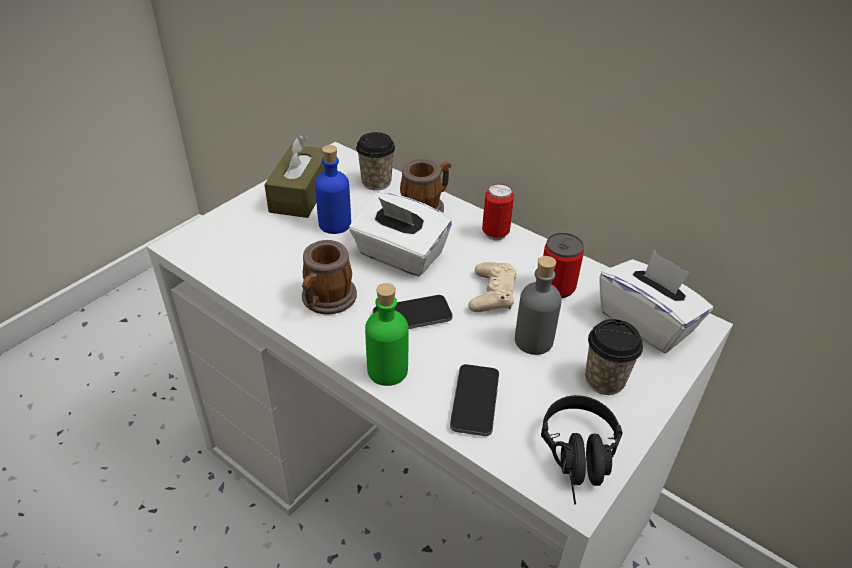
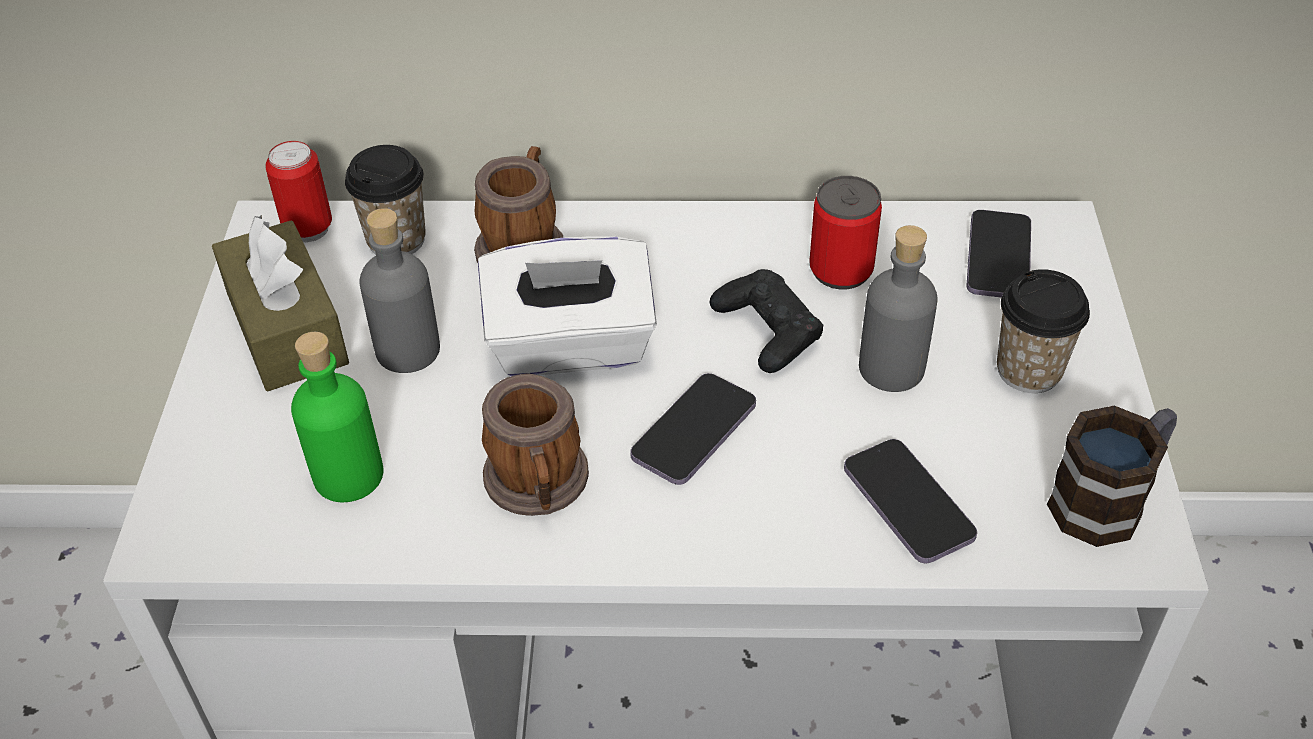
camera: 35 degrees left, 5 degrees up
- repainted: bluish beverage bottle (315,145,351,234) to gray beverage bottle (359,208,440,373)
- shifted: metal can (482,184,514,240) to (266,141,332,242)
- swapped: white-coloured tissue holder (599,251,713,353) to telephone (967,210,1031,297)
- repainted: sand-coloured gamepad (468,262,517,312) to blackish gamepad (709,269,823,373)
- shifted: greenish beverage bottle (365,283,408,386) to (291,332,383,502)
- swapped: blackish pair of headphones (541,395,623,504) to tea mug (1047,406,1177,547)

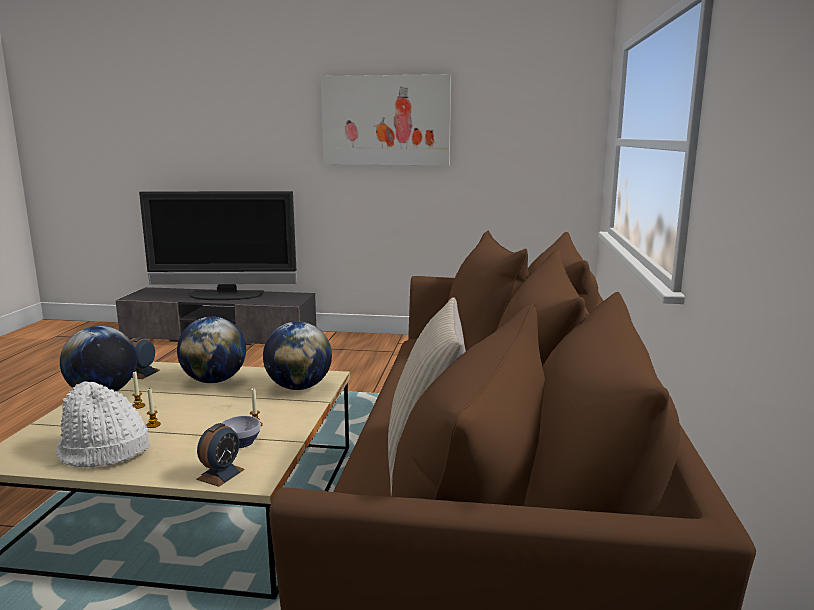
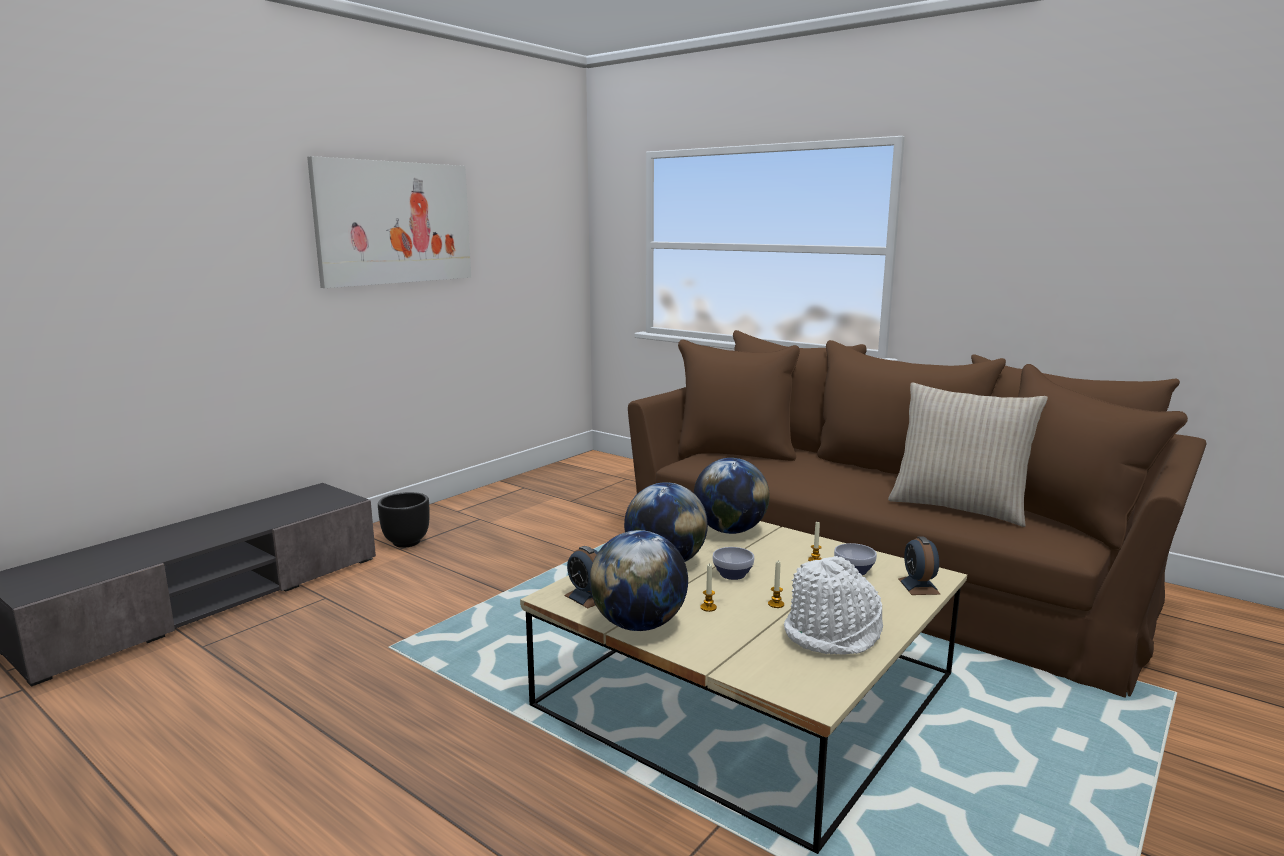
camera: 60 degrees left, 0 degrees up
- gone: TV (139,191,297,300)
- rotated: bedside clock (196,423,245,487) = (898,536,940,595) 150 degrees counterclockwise
- new: blackish flower pot (378,492,430,548)
- new: deep dish (712,547,754,580)

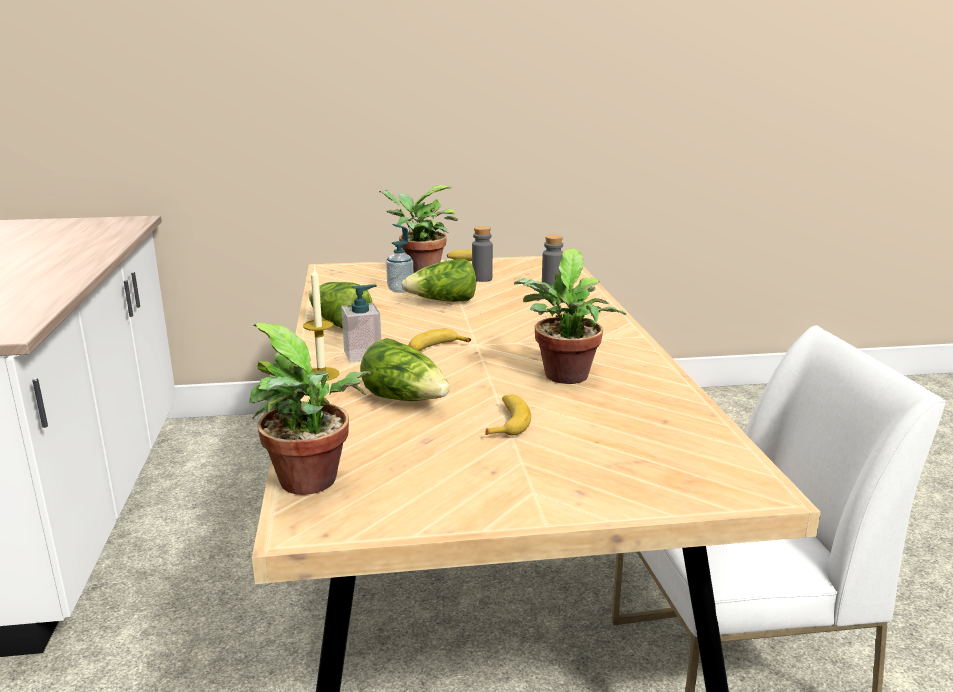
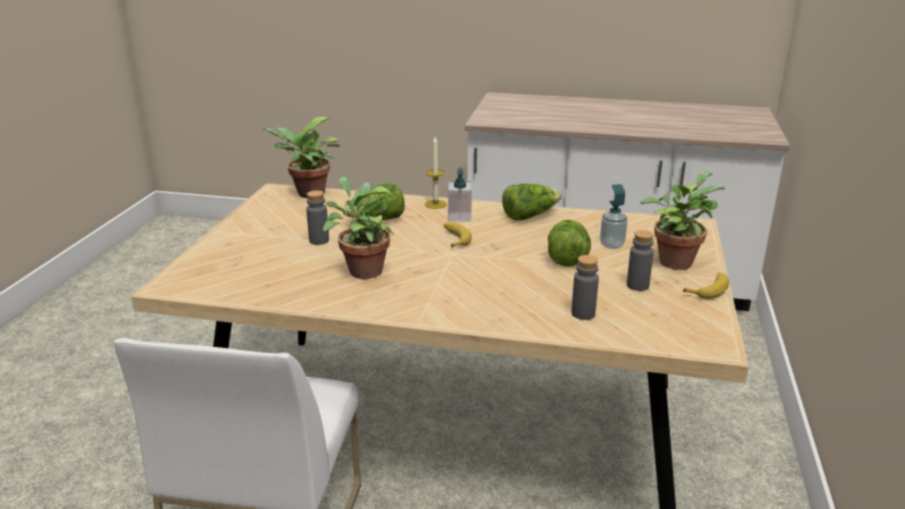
camera: 110 degrees right, 5 degrees up
- swapped: whole banana (485,395,531,436) to gray beverage bottle (306,190,329,245)

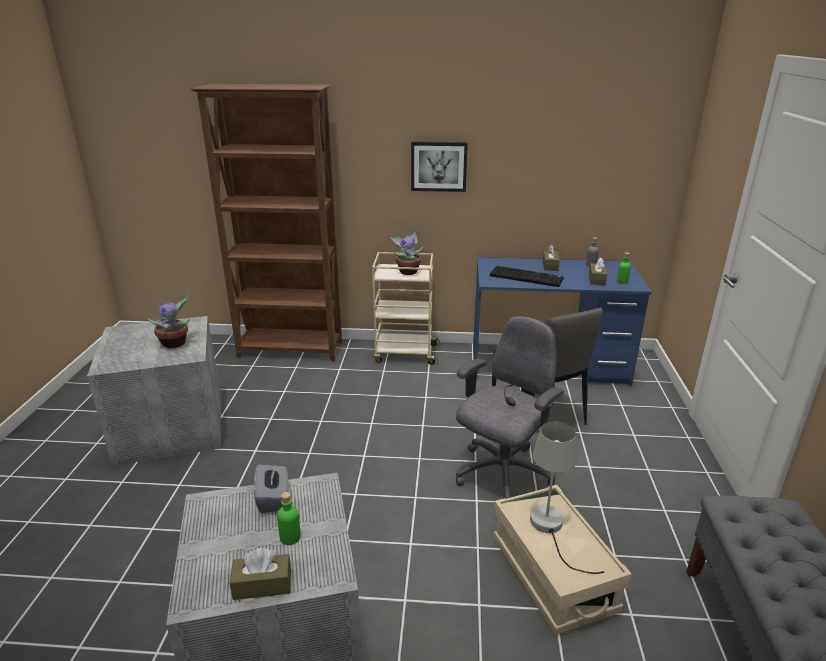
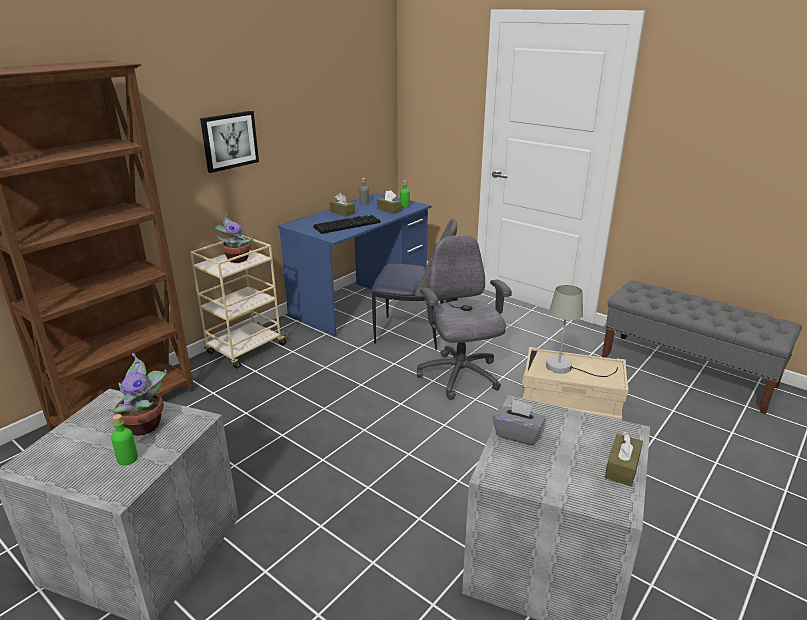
camera: 55 degrees left, 0 degrees up
- shifted: greenish beverage bottle (277,492,301,545) to (111,414,138,465)

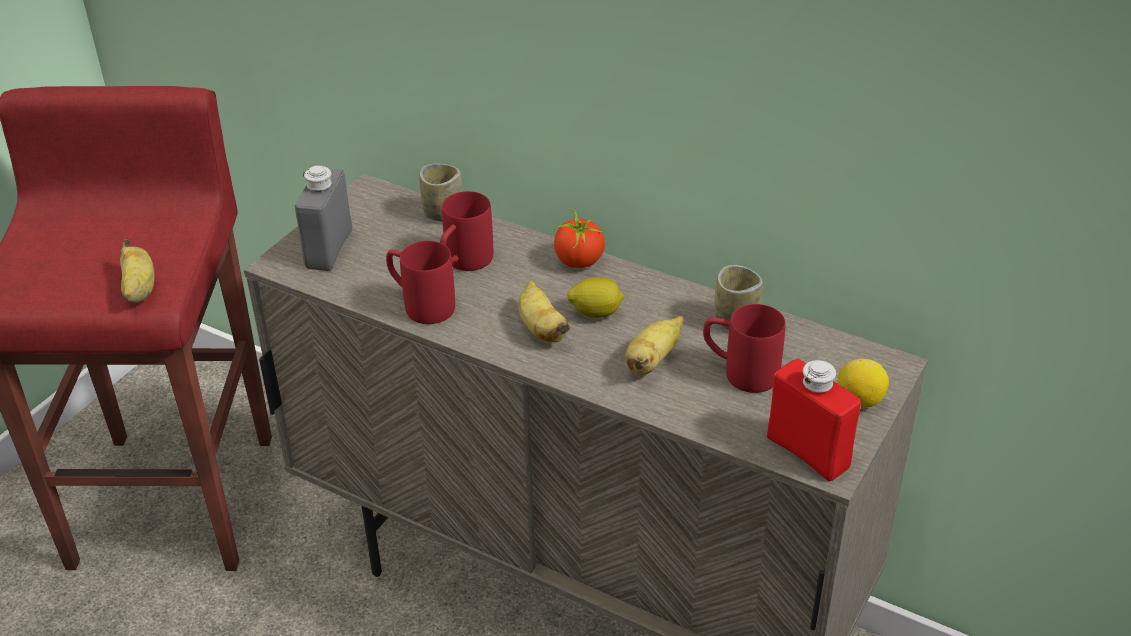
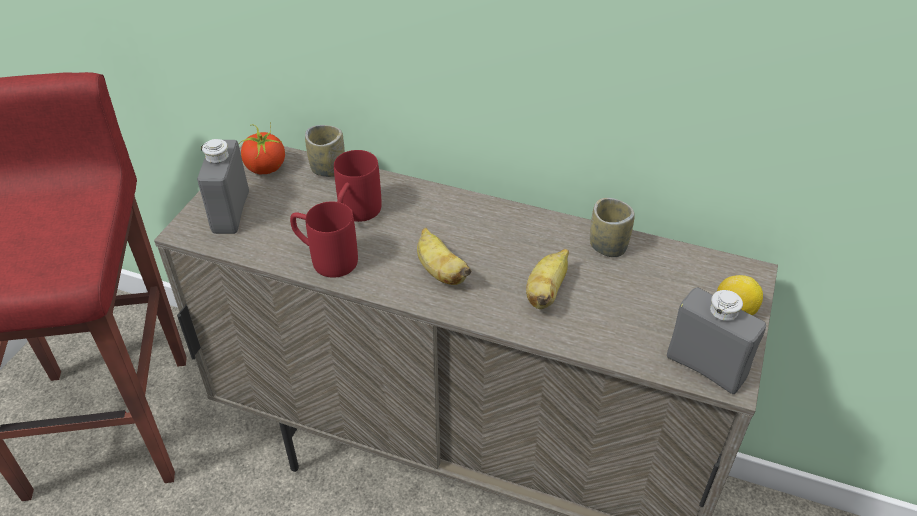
camera: 10 degrees left, 5 degrees up
- shifted: fresh tomato (553,208,605,268) to (238,122,285,174)
- gone: whole banana (120,239,155,303)
- gone: lemon (567,277,624,318)
- gone: red tea mug (703,304,785,393)
- repainted: red beverage bottle (767,359,861,481) to gray beverage bottle (667,287,766,394)

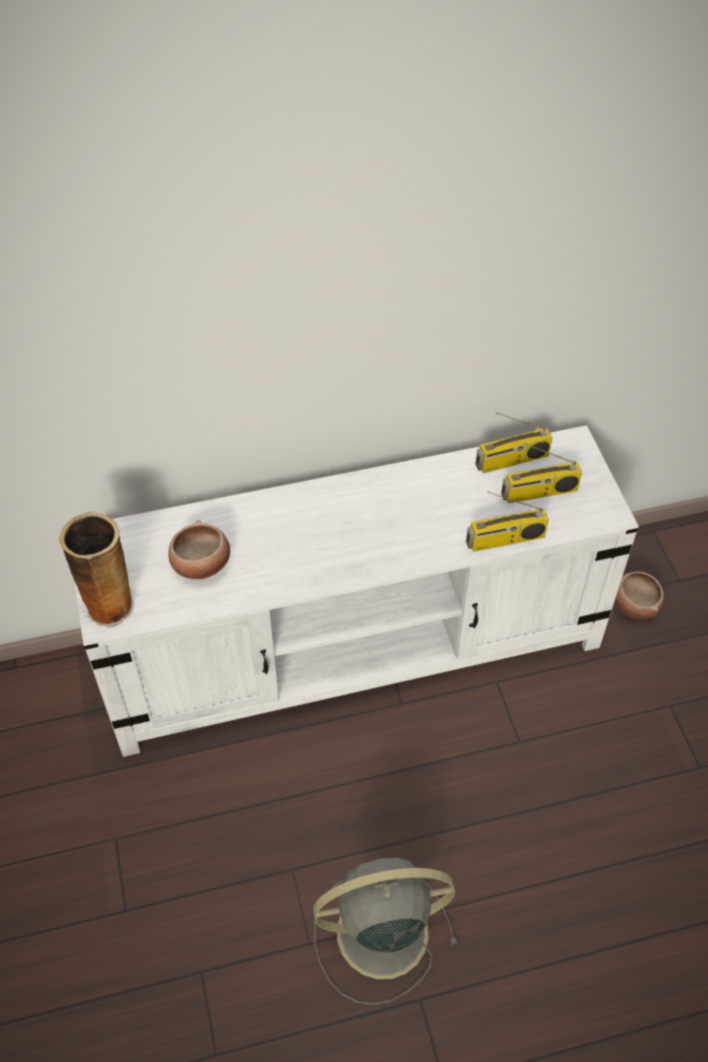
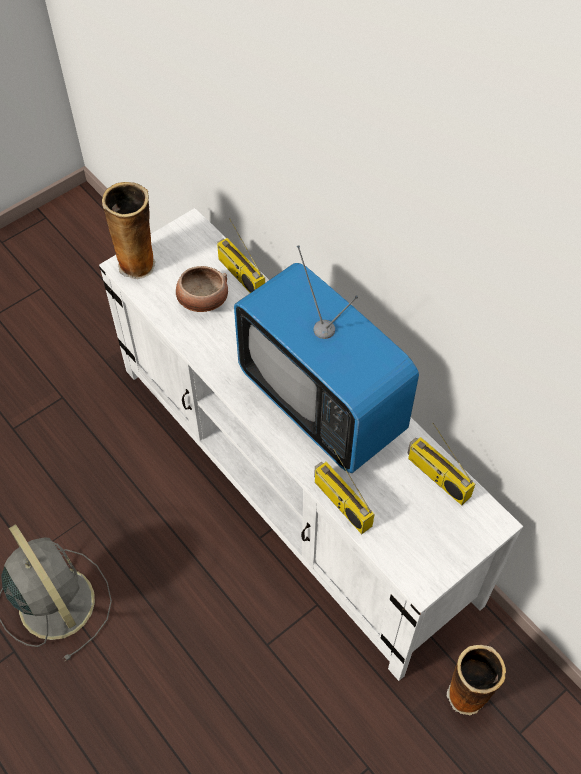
camera: 65 degrees right, 5 degrees up
- shifted: radio (501,443,582,503) to (217,218,265,293)
- swapped: deep dish (615,571,664,619) to vase (447,645,506,716)
- new: TV (234,245,419,473)

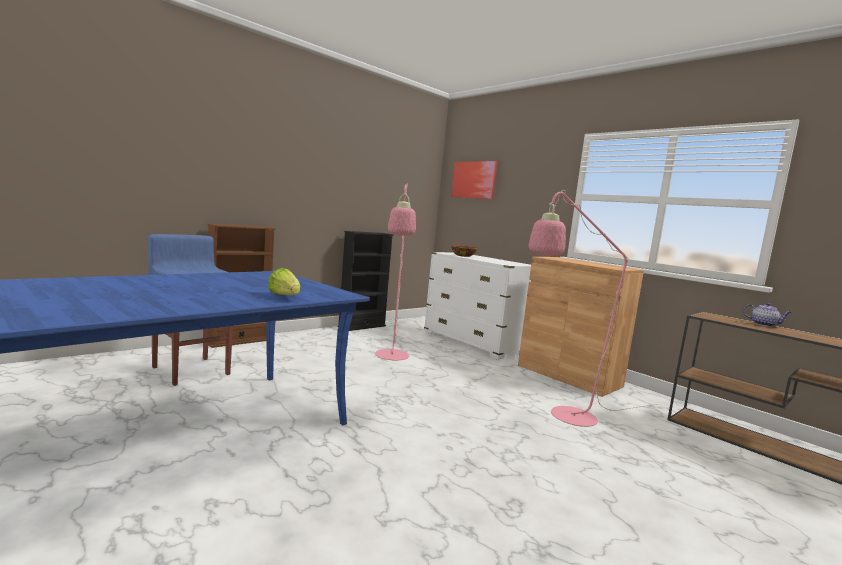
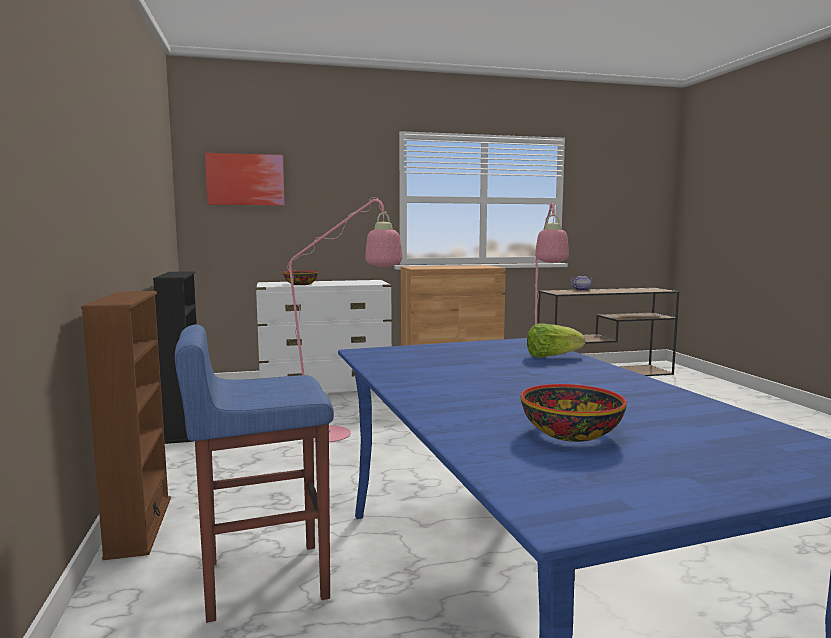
camera: 60 degrees left, 0 degrees up
- new: deep dish (521,384,627,442)

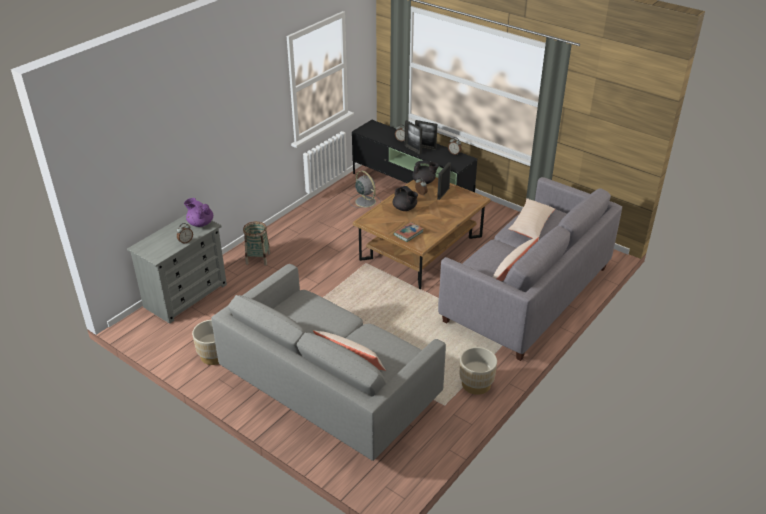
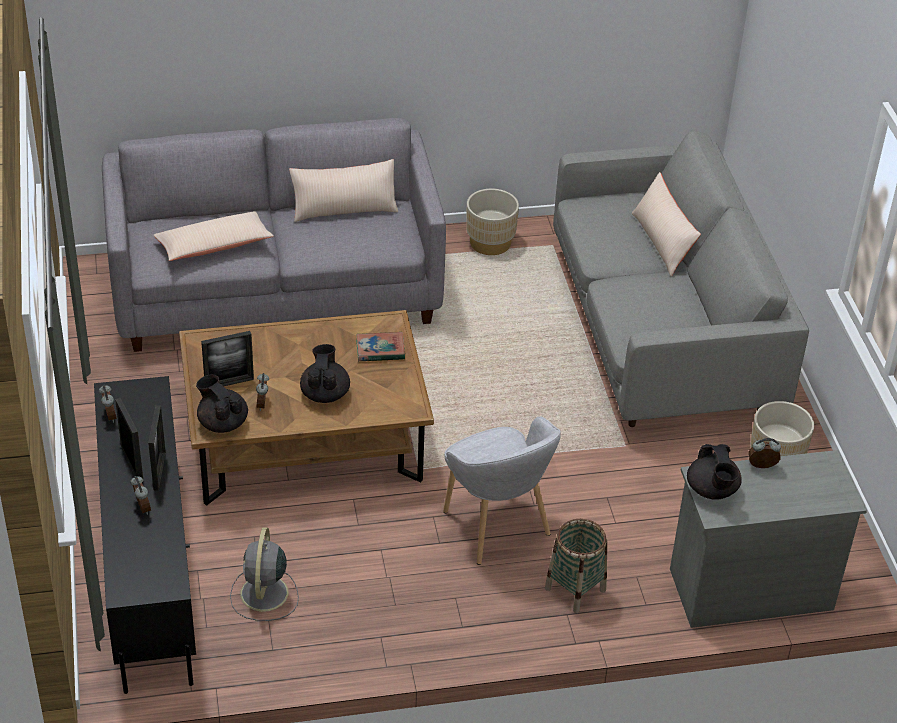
camera: 140 degrees left, 5 degrees up
- repainted: purple-coloured pot for tea (184,198,213,227) to blackish pot for tea (687,444,742,500)
- new: gray armchair (443,416,561,565)

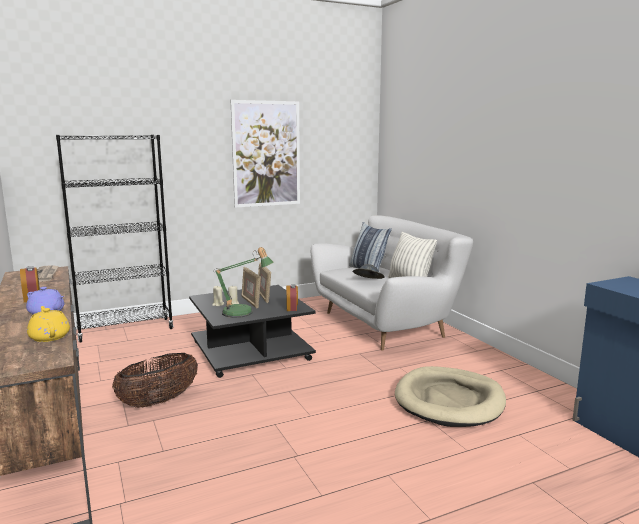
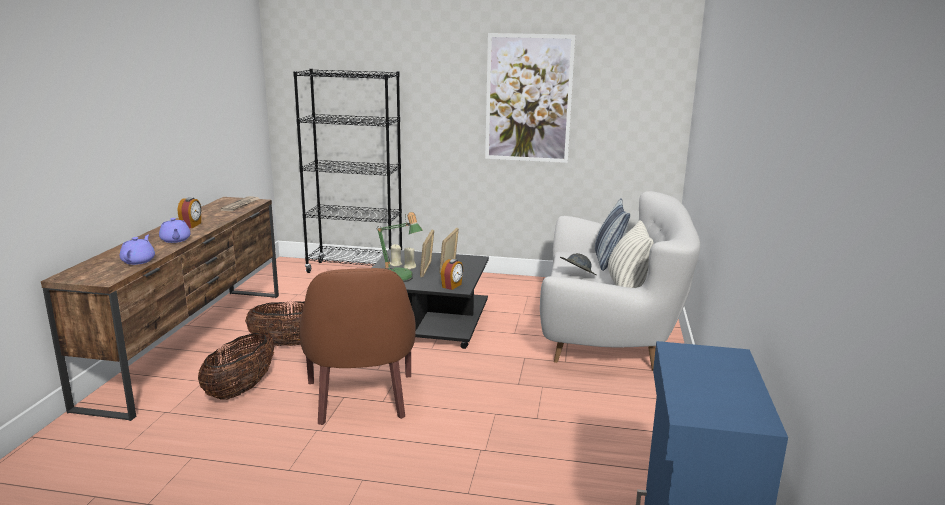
camera: 35 degrees right, 5 degrees up
- repainted: yellow-coloured pot for tea (27,306,70,342) to purple-coloured pot for tea (120,235,155,265)
- gone: sand-coloured dog cushion (395,366,506,427)
- new: brown-coloured armchair (299,268,416,425)
- new: household basket (198,333,274,400)

